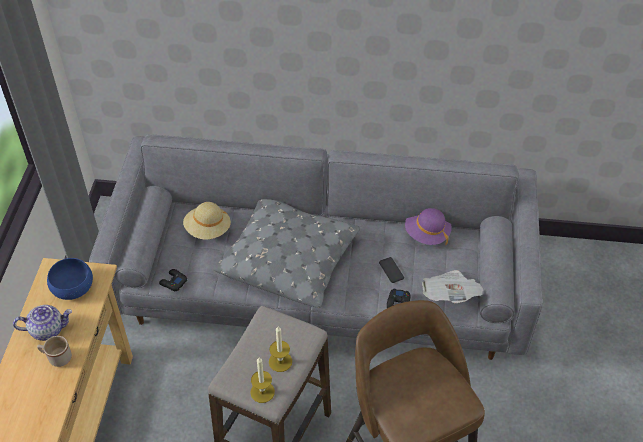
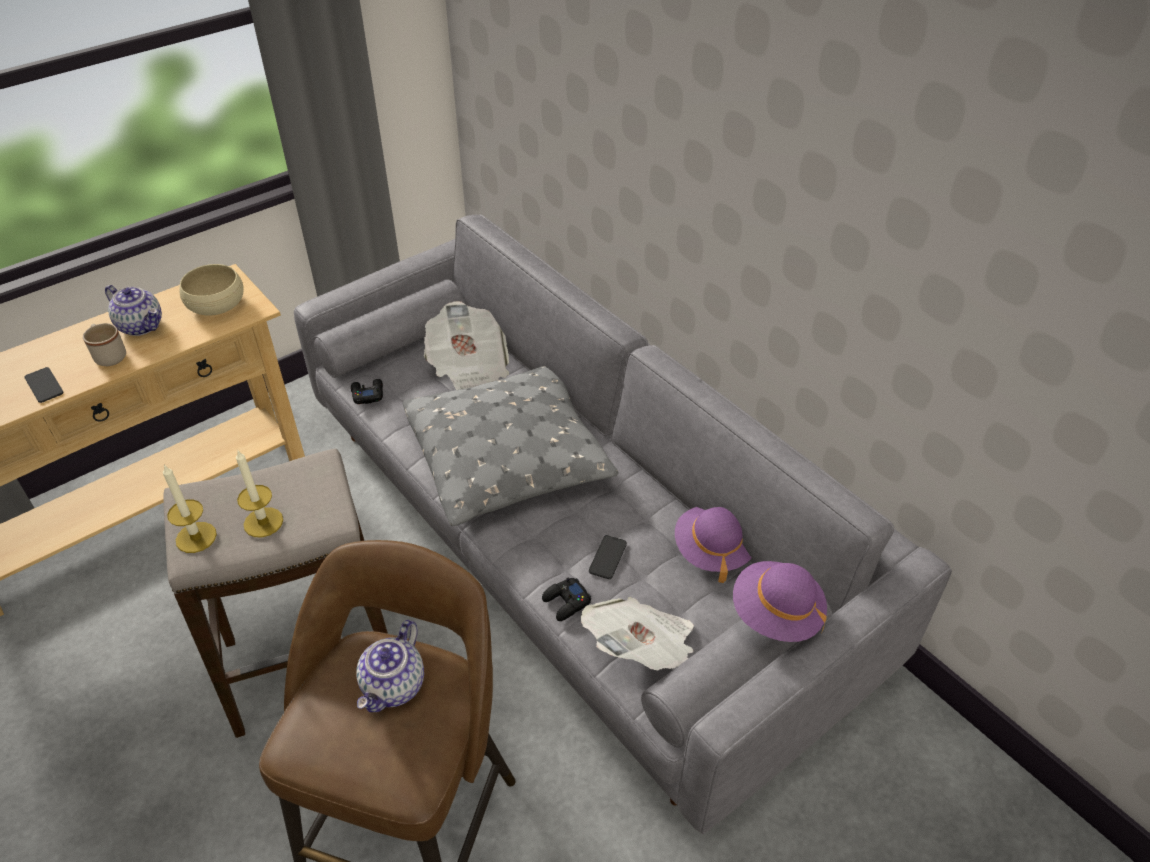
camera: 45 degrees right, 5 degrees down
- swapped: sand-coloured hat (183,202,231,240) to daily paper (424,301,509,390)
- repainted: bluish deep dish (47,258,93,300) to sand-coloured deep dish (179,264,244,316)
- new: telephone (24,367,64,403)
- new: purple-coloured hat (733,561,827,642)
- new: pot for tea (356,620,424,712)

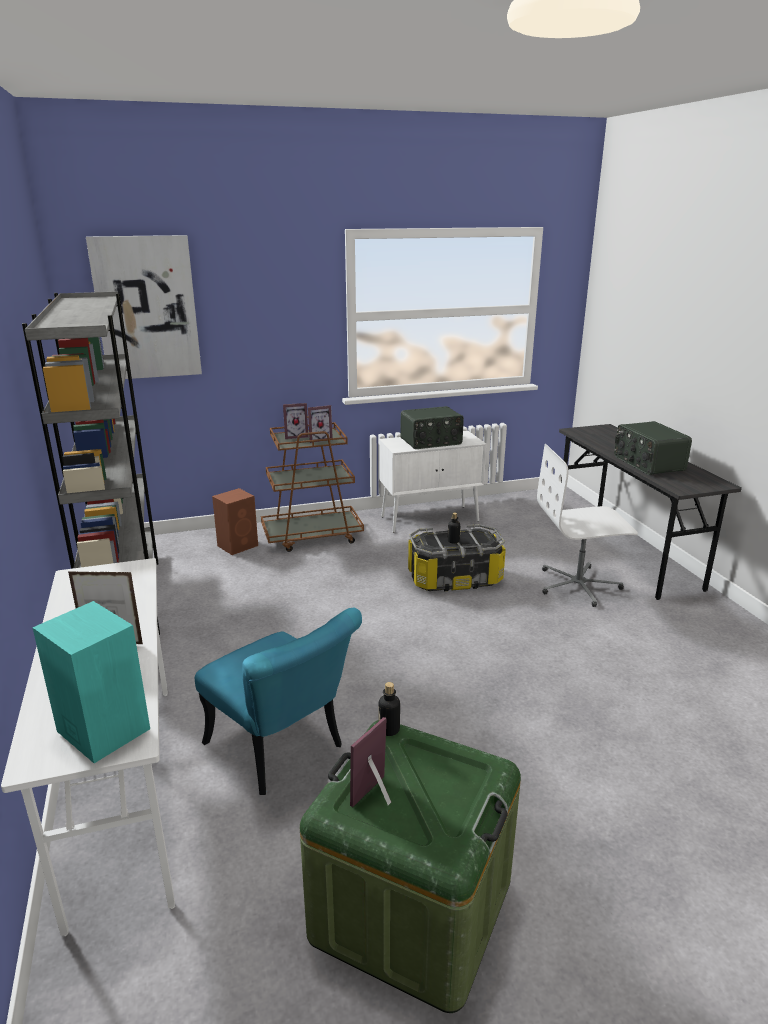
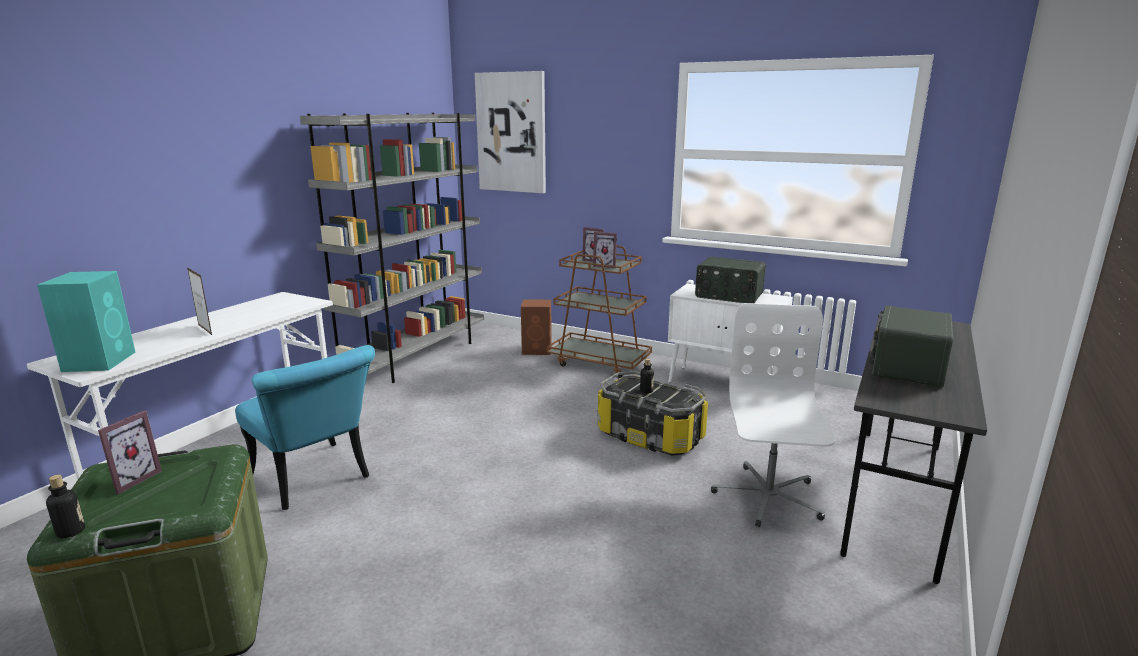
camera: 45 degrees right, 5 degrees down
- rotated: white-coloured computer chair (537,444,638,607) = (711,303,835,527) 60 degrees clockwise
- rotated: turquoise-coloured upright chair (195,608,362,795) = (235,345,375,510) 45 degrees counterclockwise
- shifted: beverage bottle (379,682,400,736) to (46,475,85,538)
- rotated: photo frame (350,717,391,807) = (98,410,162,494) 120 degrees clockwise

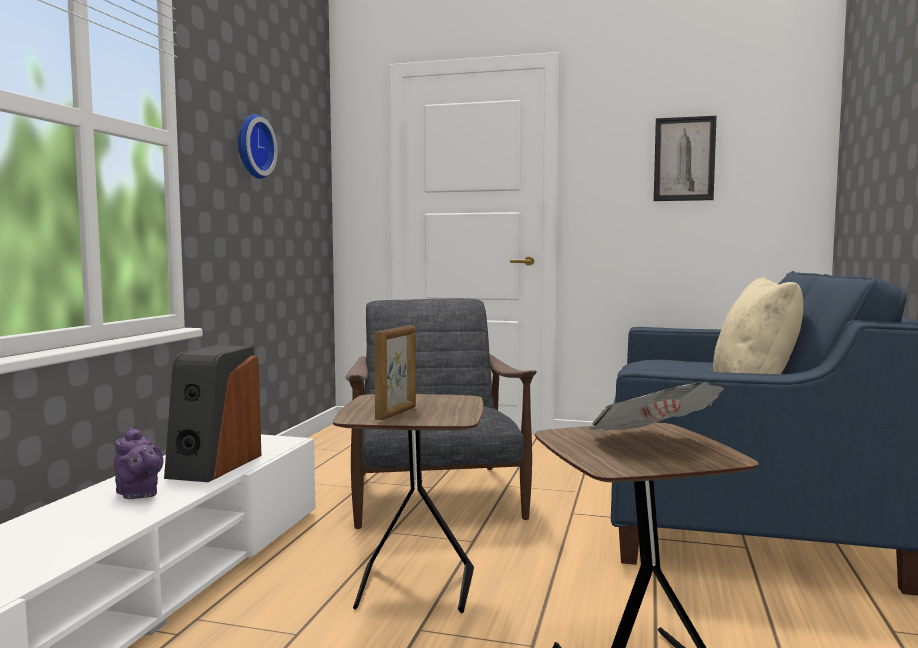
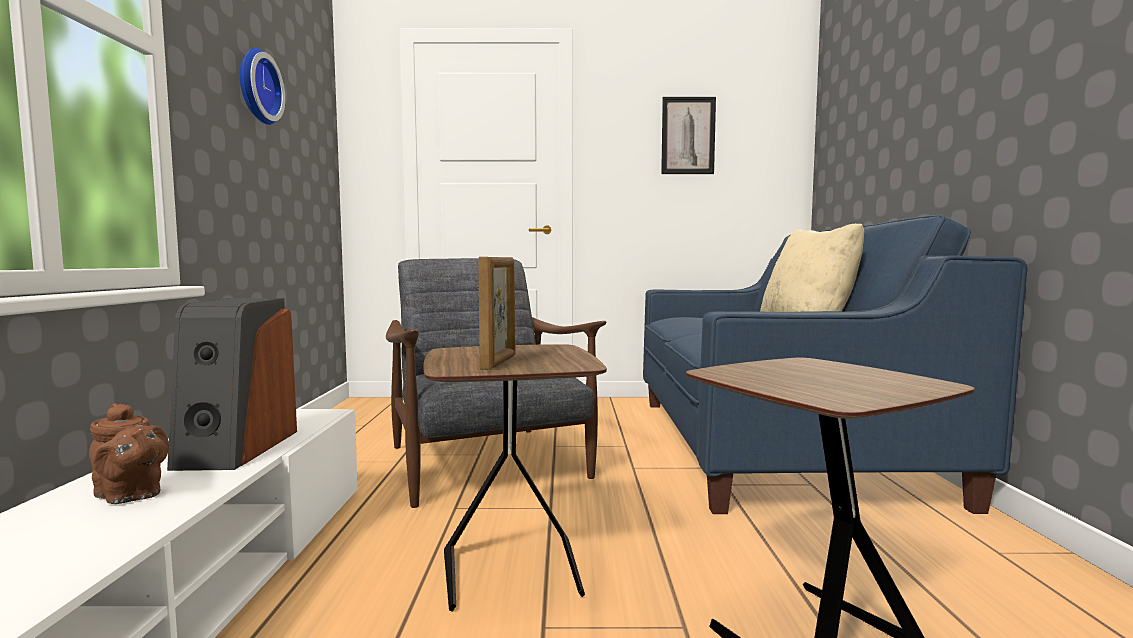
camera: 15 degrees left, 0 degrees up
- gone: daily paper (589,382,724,431)
- repainted: purple-coloured pot for tea (114,428,163,499) to brown-coloured pot for tea (89,403,169,504)

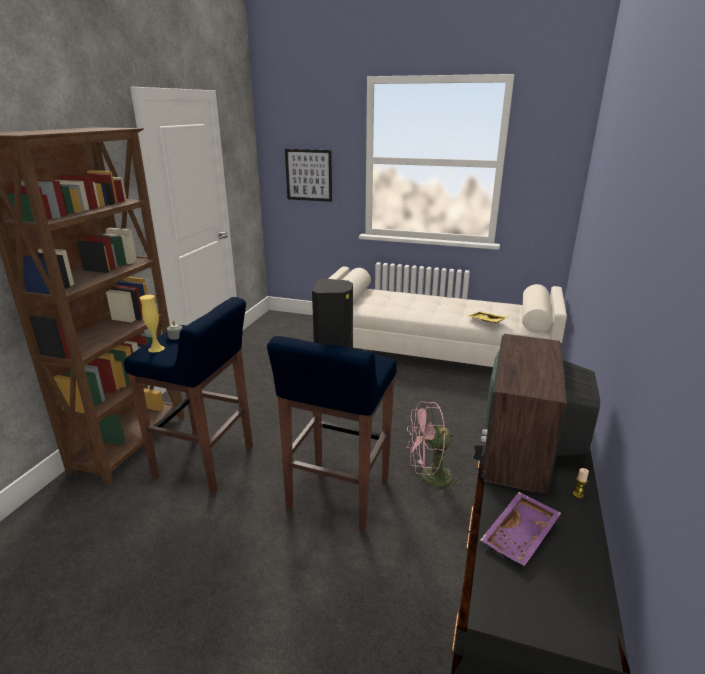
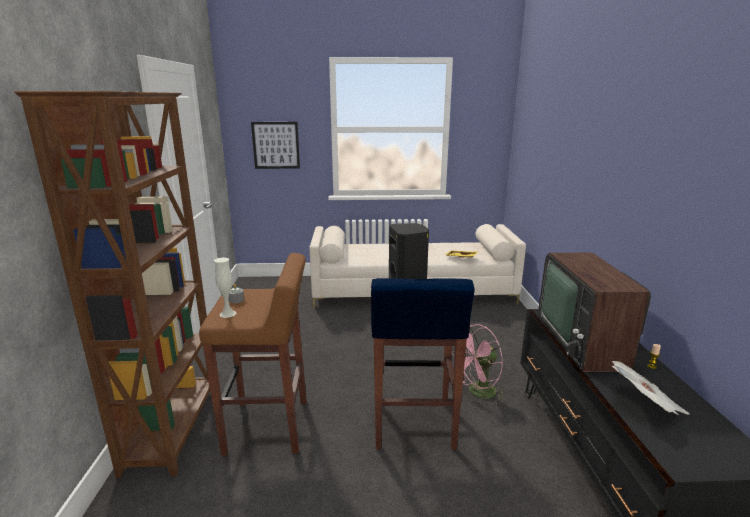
camera: 20 degrees left, 5 degrees down
- repainted: yellow-coloured vase (140,295,165,353) to white-coloured vase (214,258,237,318)
- repainted: bluish sitting stool (124,297,253,493) to brown-coloured sitting stool (199,253,307,456)
- swapped: purple-coloured carrying tray (480,492,561,566) to daily paper (612,361,690,415)

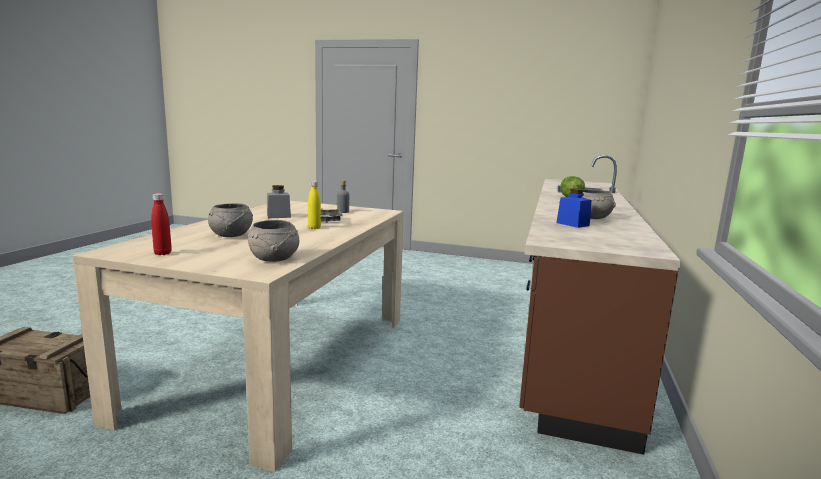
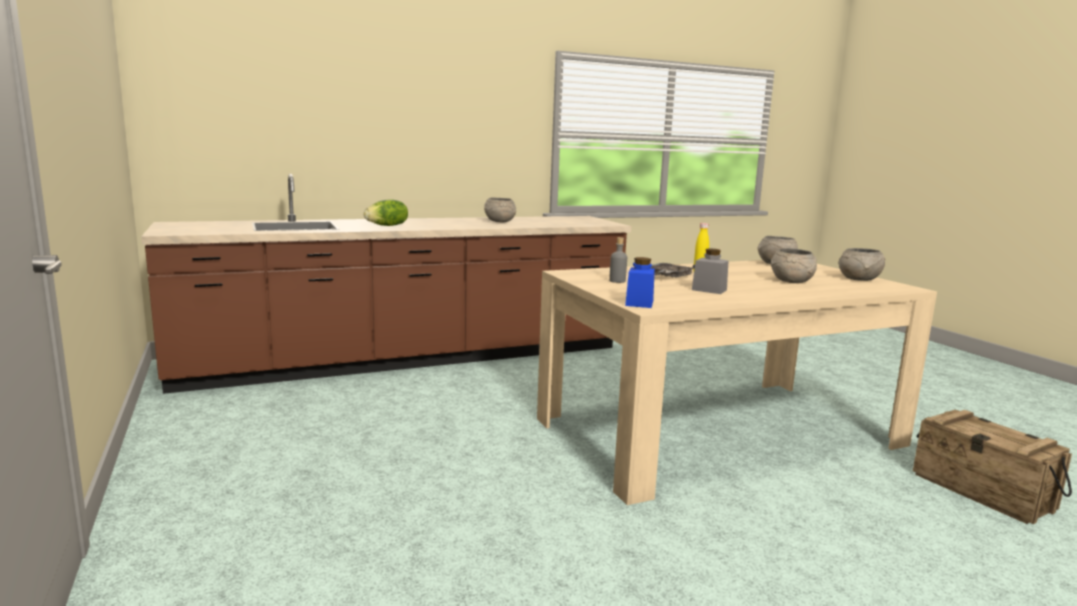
camera: 130 degrees left, 0 degrees up
- shifted: bluish preserve jar (556,188,592,228) to (625,257,655,308)
- swapped: red beverage bottle (151,193,172,255) to gray deep dish (838,248,885,281)

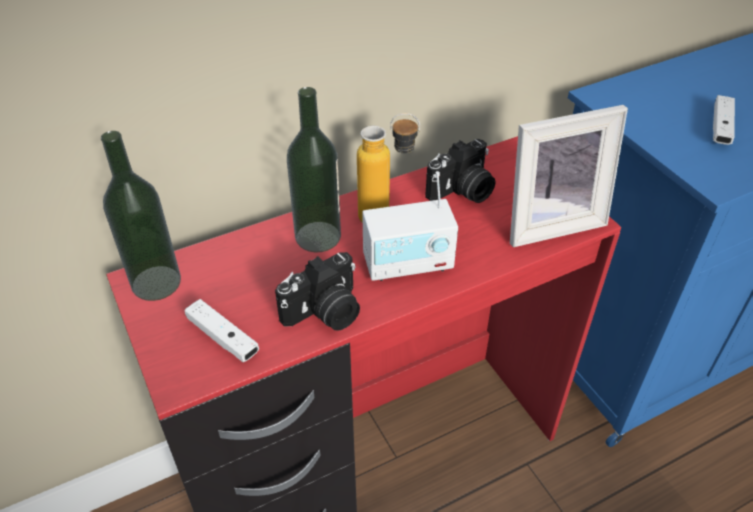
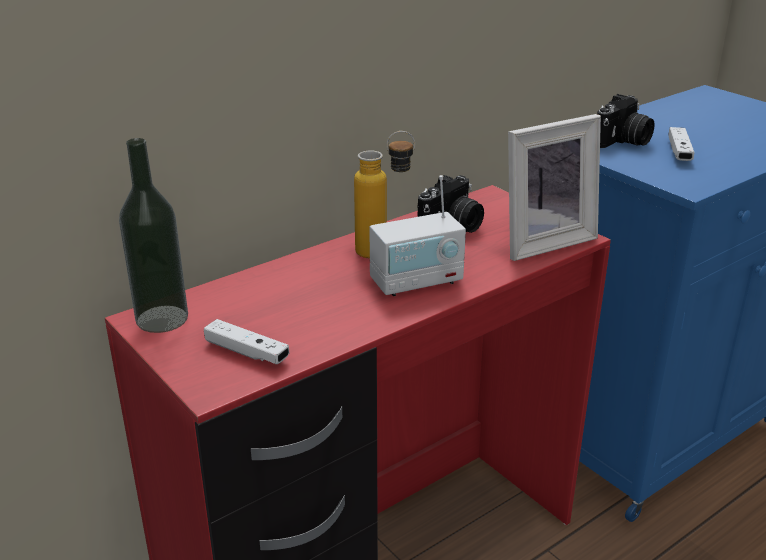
camera: 10 degrees left, 15 degrees down
- gone: beverage bottle (287,87,341,253)
- shifted: photo camera (275,252,360,331) to (597,94,655,148)

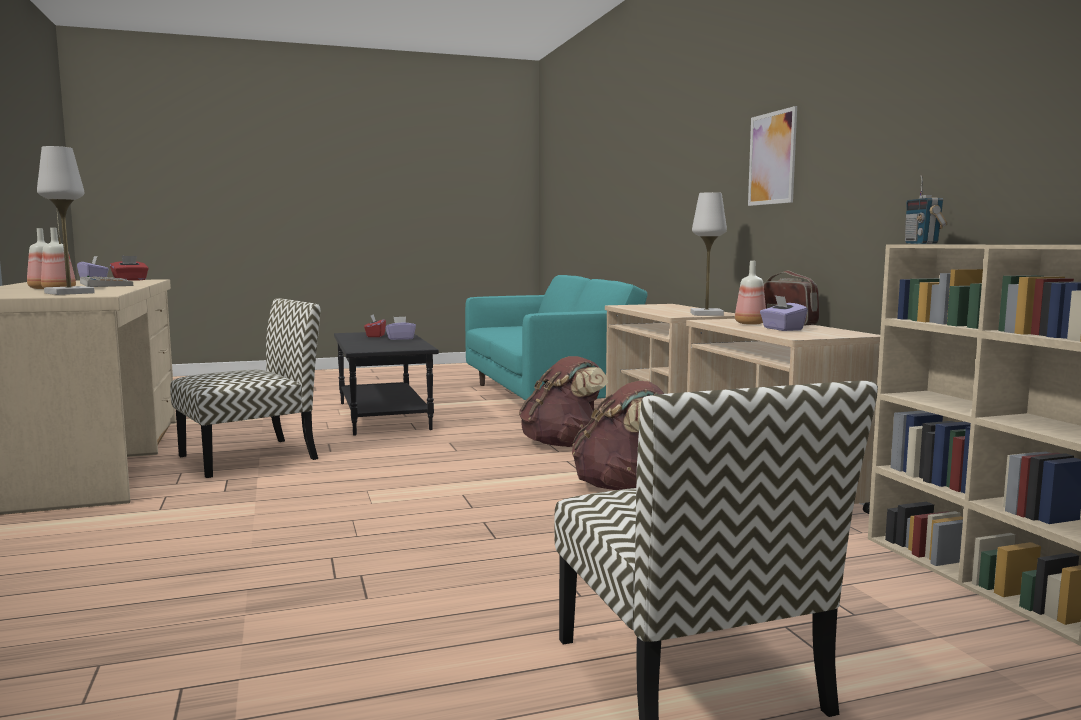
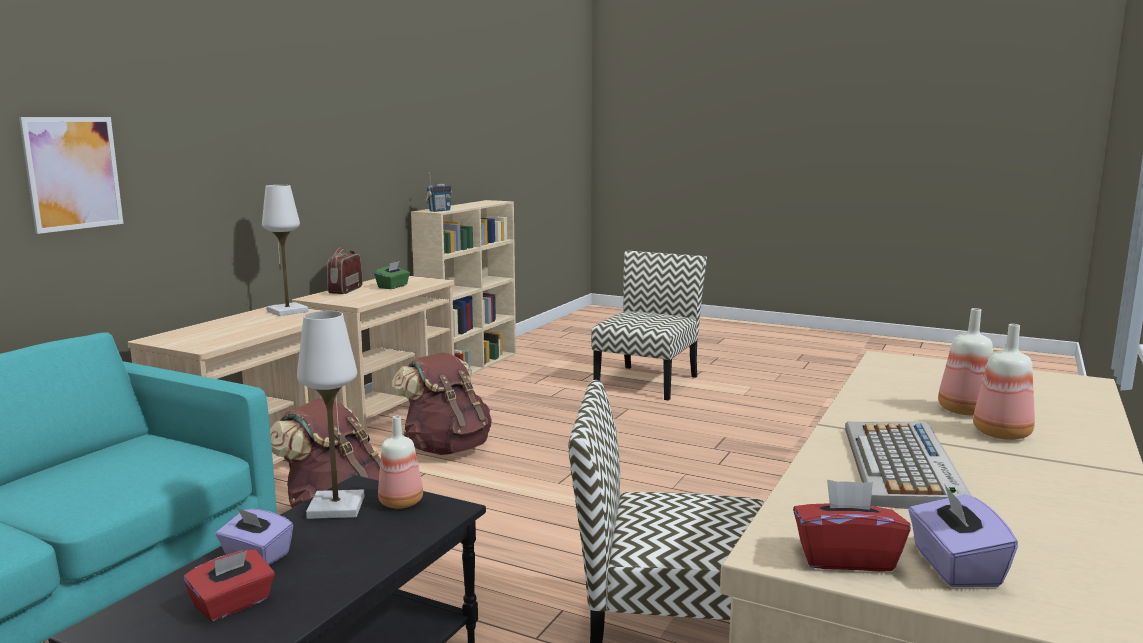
camera: 135 degrees left, 5 degrees up
- shifted: picture (748,106,797,206) to (19,117,123,234)
- shifted: white-coloured lamp for a table (37,146,95,295) to (297,311,364,519)
- shifted: beverage bottle (735,261,766,325) to (378,416,423,509)
- repainted: purple-coloured tissue holder (760,295,808,331) to greenish tissue holder (374,261,410,289)

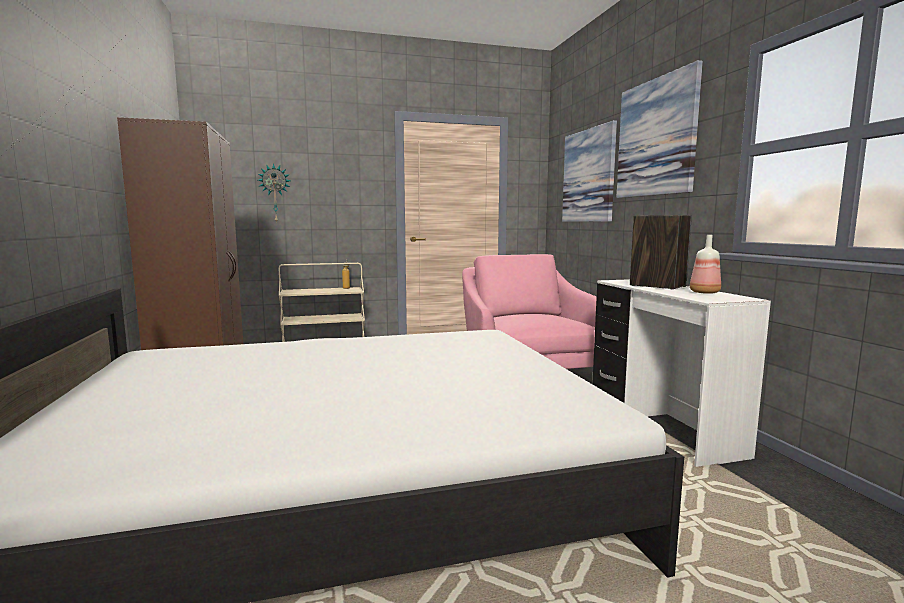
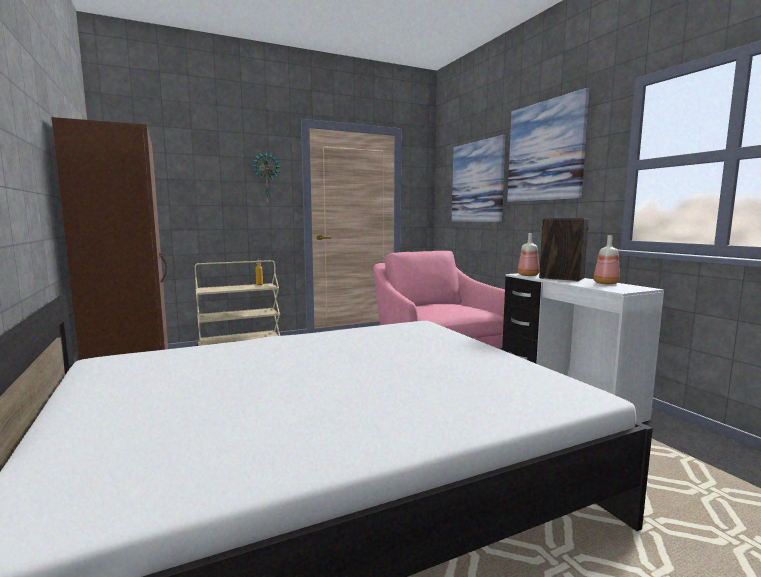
camera: 10 degrees left, 0 degrees up
- shifted: wall clock (258,163,291,223) to (252,152,281,205)
- new: beverage bottle (518,233,540,276)

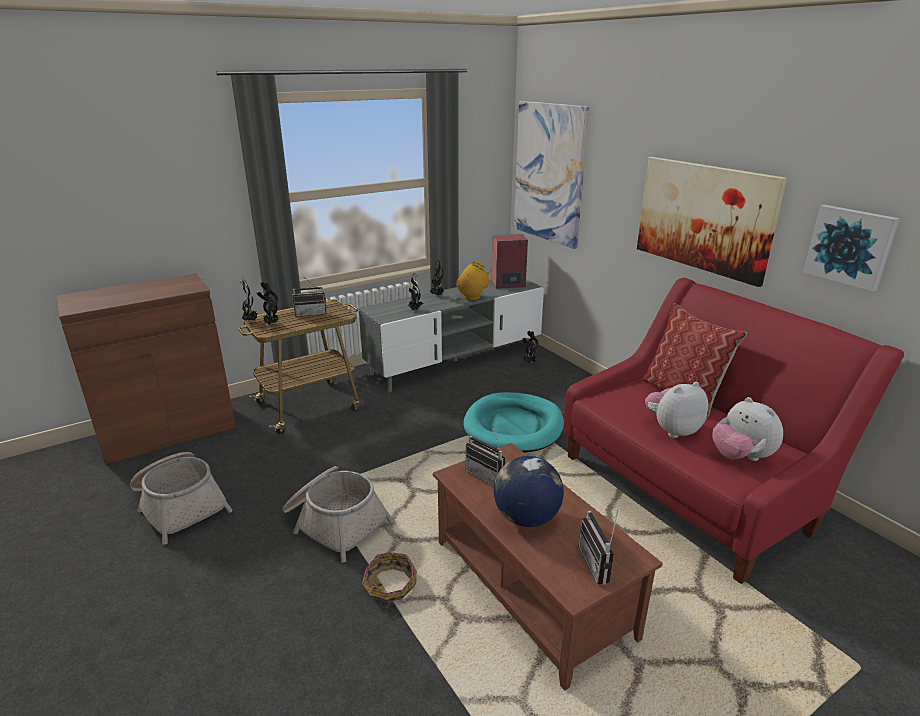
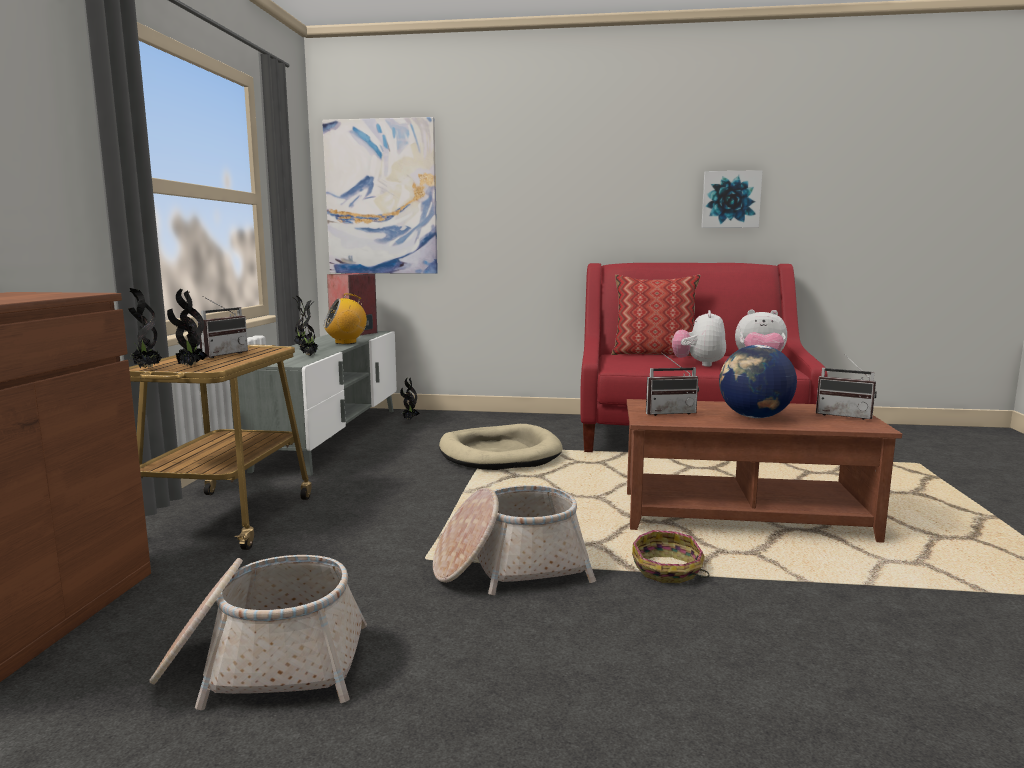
camera: 50 degrees left, 15 degrees down
- gone: picture (637,157,787,287)
- repainted: turquoise-coloured dog cushion (463,392,564,453) to sand-coloured dog cushion (439,424,563,470)

